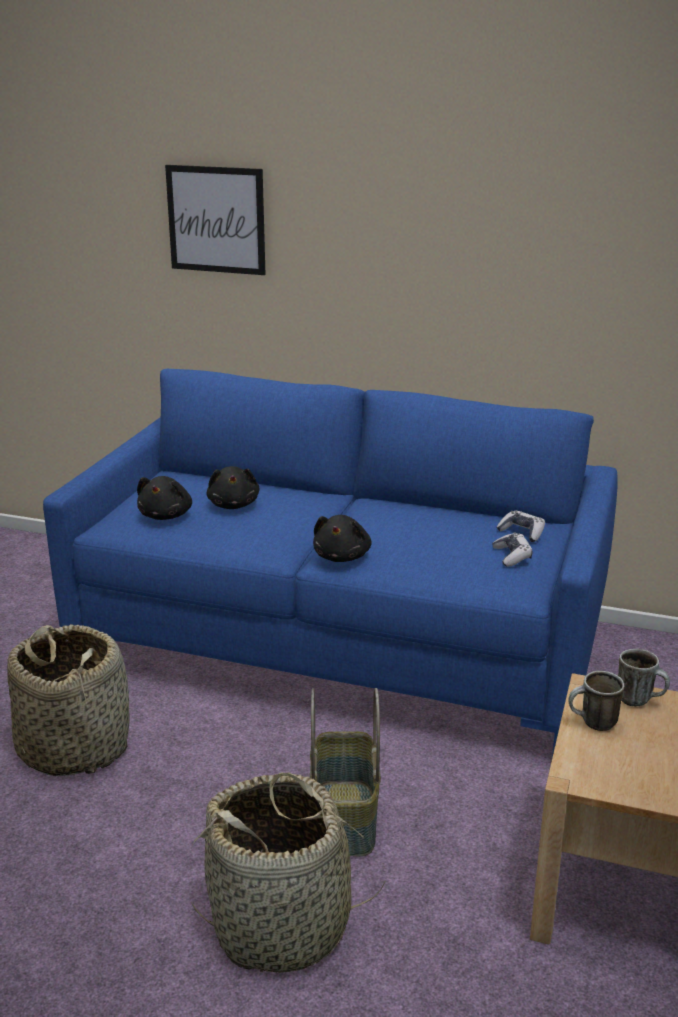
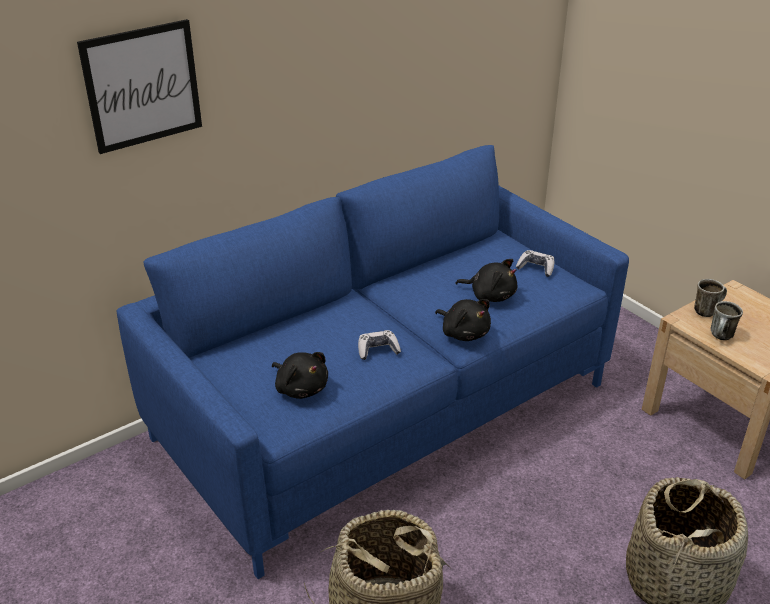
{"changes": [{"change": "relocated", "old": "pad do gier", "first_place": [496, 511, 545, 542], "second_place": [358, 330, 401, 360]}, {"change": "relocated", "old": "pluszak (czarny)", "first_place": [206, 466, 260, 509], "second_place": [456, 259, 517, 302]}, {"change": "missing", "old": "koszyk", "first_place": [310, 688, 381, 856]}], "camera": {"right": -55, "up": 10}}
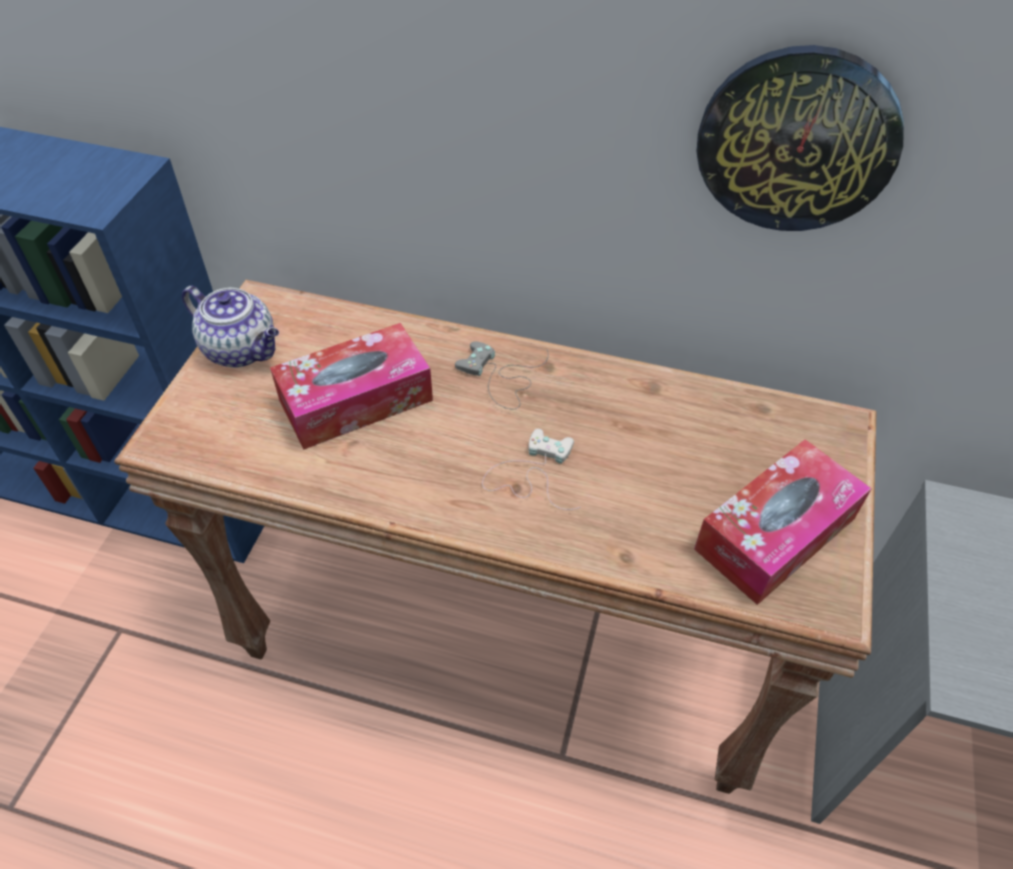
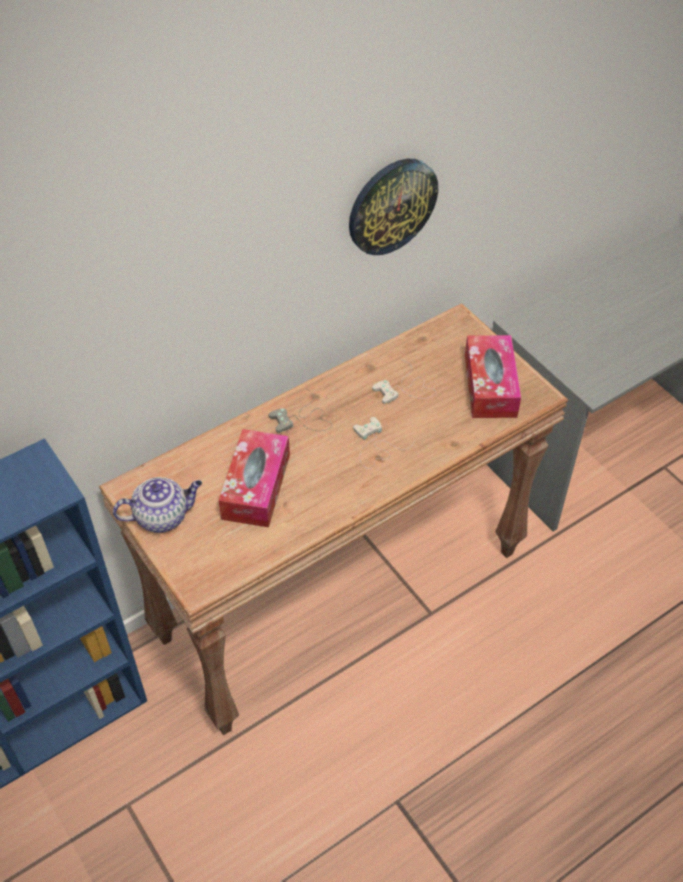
{"changes": [{"change": "appeared", "new": "pad do gier (biały)", "second_place": [372, 360, 436, 404]}], "camera": {"right": -50, "up": 0}}
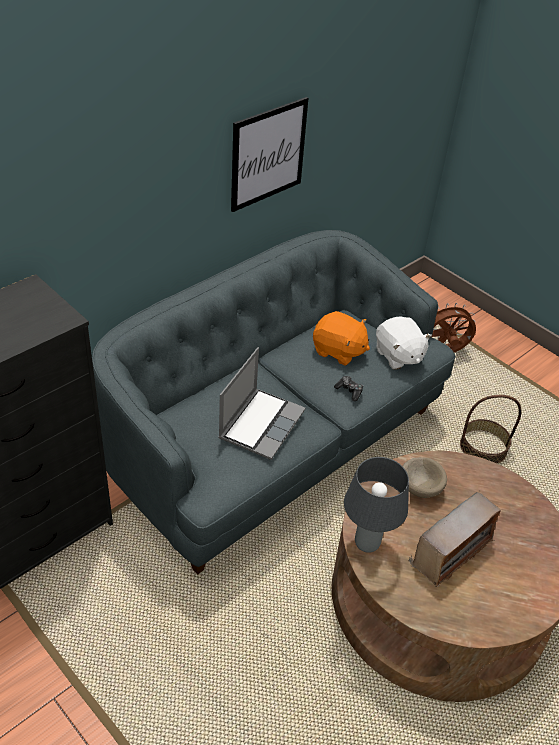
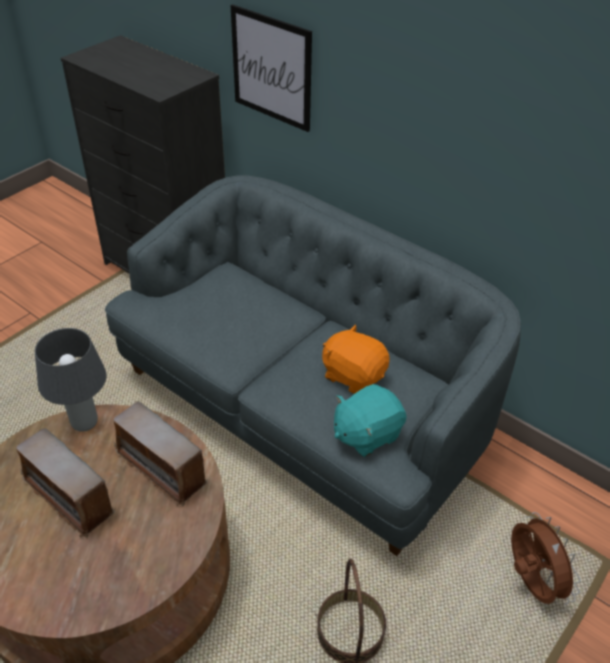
{"changes": [{"change": "exchanged", "old": "miska (beżowy)", "new": "radio", "first_place": [403, 457, 447, 498], "second_place": [114, 402, 208, 506]}, {"change": "relocated", "old": "obraz", "first_place": [231, 97, 308, 212], "second_place": [231, 4, 312, 132]}, {"change": "spun", "old": "pluszak (pomarańczowy)", "first_place": [313, 311, 370, 366], "second_place": [322, 324, 390, 394], "degrees": 105}, {"change": "colour", "old": "pluszak (biały)", "new": "pluszak (turkusowy)", "first_place": [376, 316, 432, 370], "second_place": [334, 384, 407, 457]}, {"change": "missing", "old": "laptop", "first_place": [218, 347, 305, 460]}, {"change": "missing", "old": "pad do gier", "first_place": [334, 376, 363, 401]}], "camera": {"right": 85, "up": 0}}
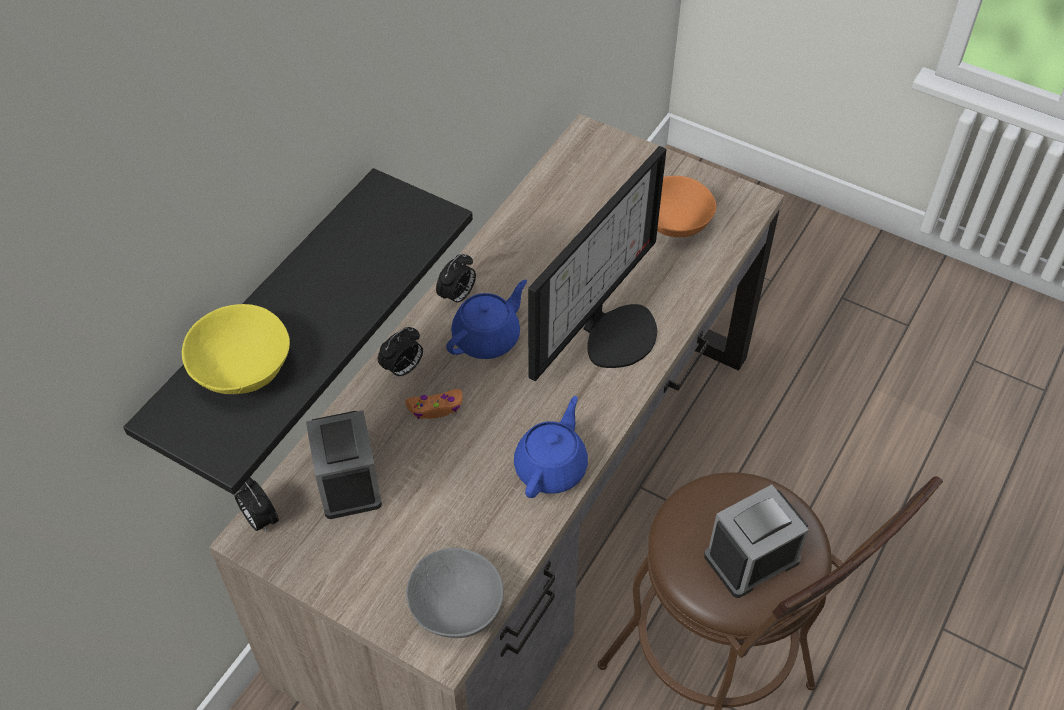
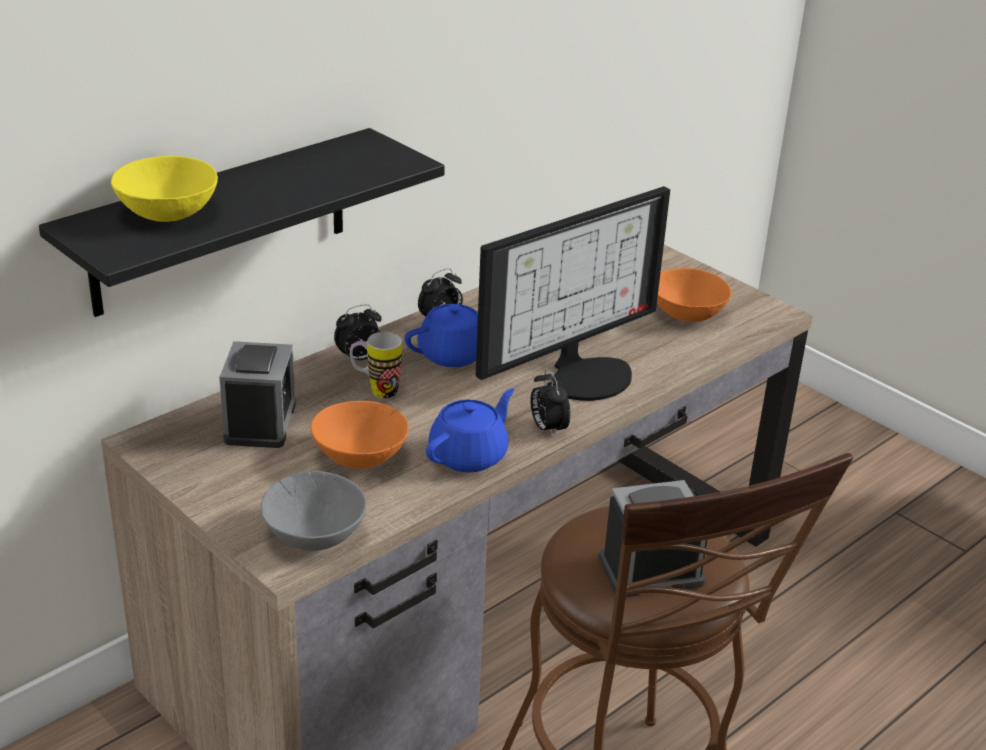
{"changes": [{"change": "appeared", "new": "miska (pomarańczowy)", "second_place": [310, 401, 408, 469]}, {"change": "exchanged", "old": "pad do gier (pomarańczowy)", "new": "kubek", "first_place": [405, 389, 463, 419], "second_place": [350, 332, 402, 398]}, {"change": "relocated", "old": "budzik", "first_place": [234, 477, 279, 533], "second_place": [530, 369, 570, 438]}], "camera": {"right": 15, "up": -20}}
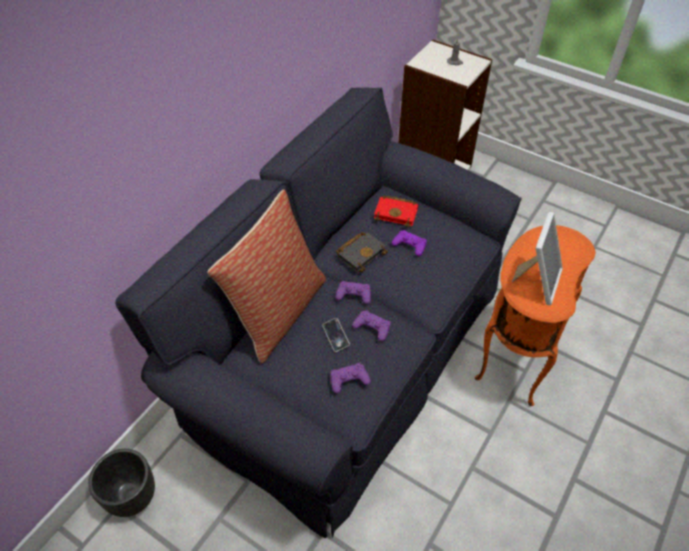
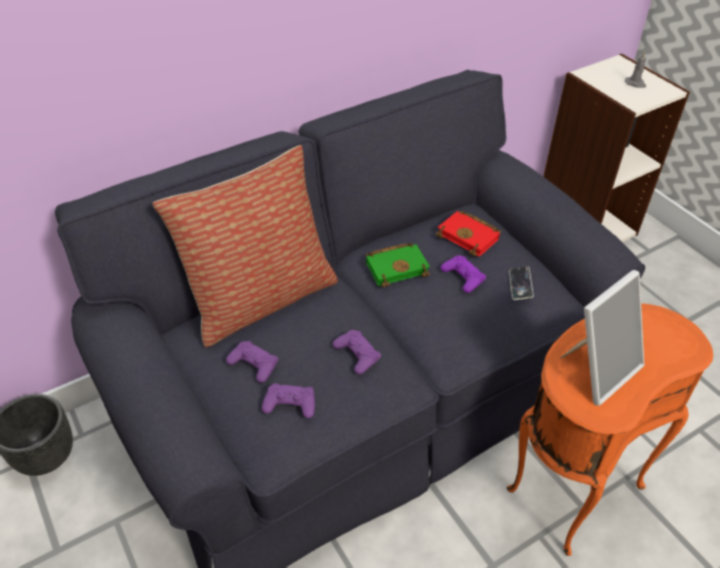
{"changes": [{"change": "relocated", "old": "pad do gier (fioletowy)", "first_place": [335, 281, 371, 304], "second_place": [226, 341, 278, 383]}, {"change": "colour", "old": "książka (czarny)", "new": "książka (zielony)", "first_place": [336, 232, 388, 272], "second_place": [366, 243, 430, 287]}, {"change": "relocated", "old": "telefon", "first_place": [323, 318, 350, 352], "second_place": [509, 266, 534, 300]}], "camera": {"right": 25, "up": -5}}
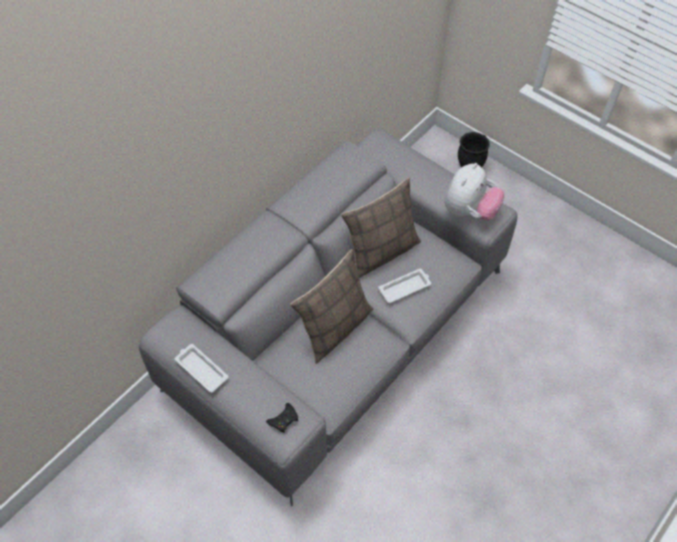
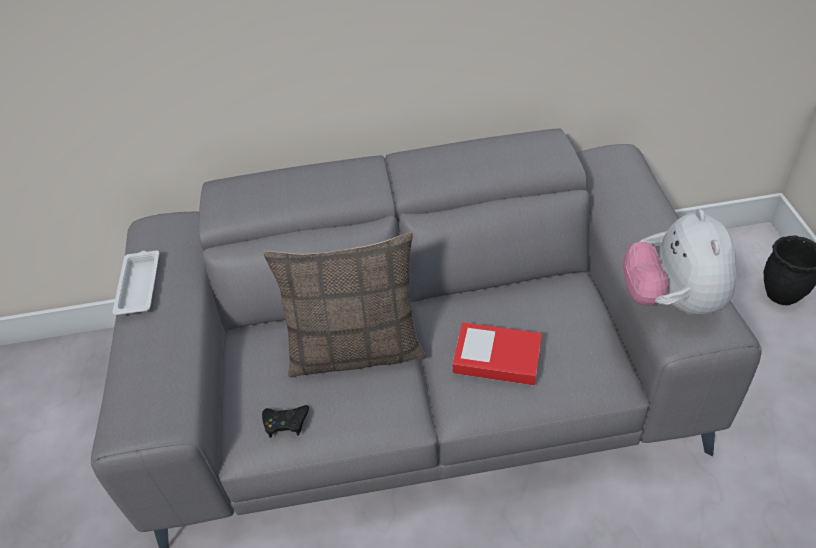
{"changes": [{"change": "relocated", "old": "pad do gier (czarny)", "first_place": [266, 403, 298, 433], "second_place": [262, 405, 309, 438]}, {"change": "exchanged", "old": "taca (biały)", "new": "książka", "first_place": [378, 269, 431, 303], "second_place": [453, 322, 542, 386]}, {"change": "spun", "old": "pluszak", "first_place": [444, 163, 504, 221], "second_place": [622, 209, 737, 315], "degrees": 105}, {"change": "missing", "old": "poduszka", "first_place": [341, 178, 421, 278]}], "camera": {"right": 45, "up": -10}}
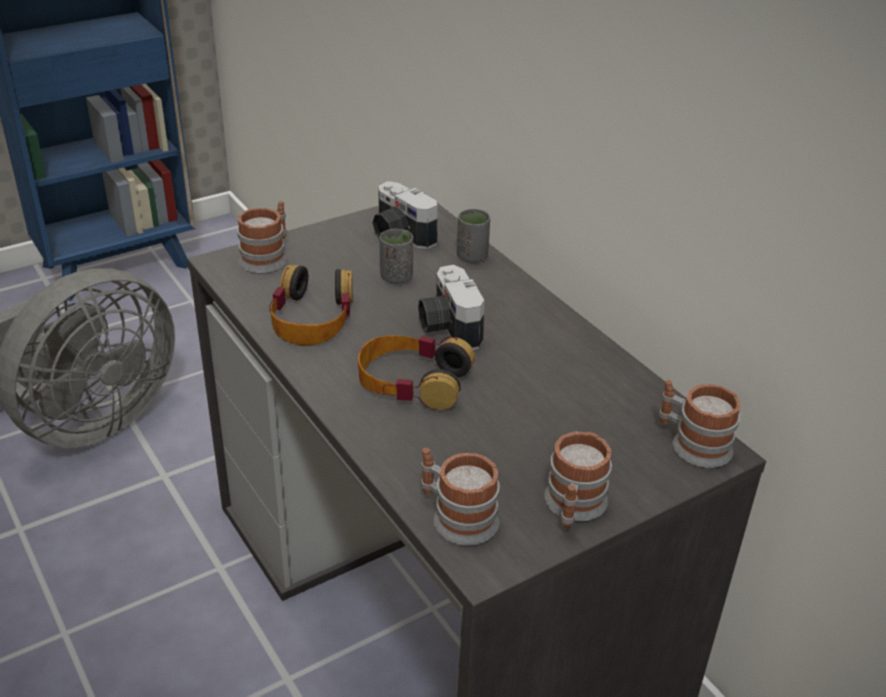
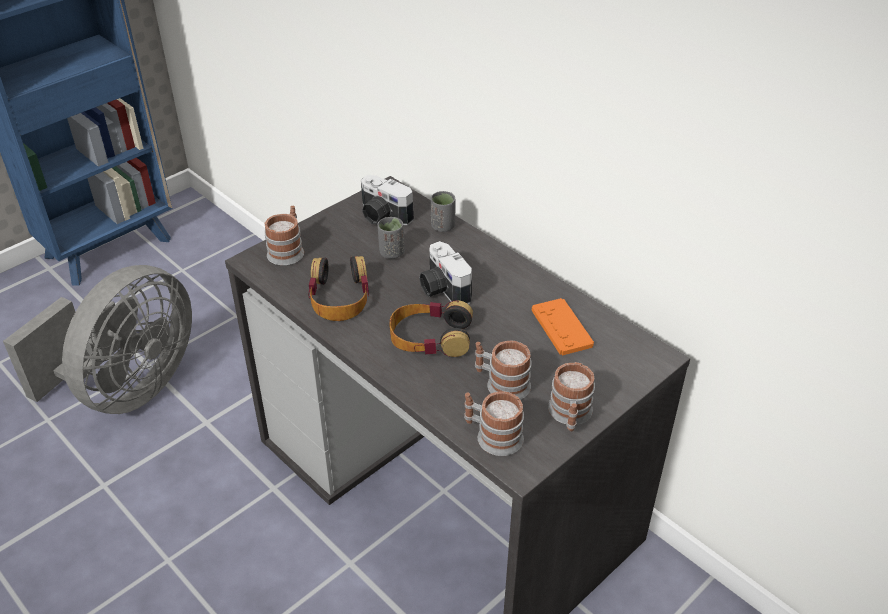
{"changes": [{"change": "relocated", "old": "kubek", "first_place": [659, 380, 741, 468], "second_place": [475, 341, 532, 400]}, {"change": "appeared", "new": "pad do gier (pomarańczowy)", "second_place": [532, 298, 594, 355]}], "camera": {"right": -10, "up": 5}}
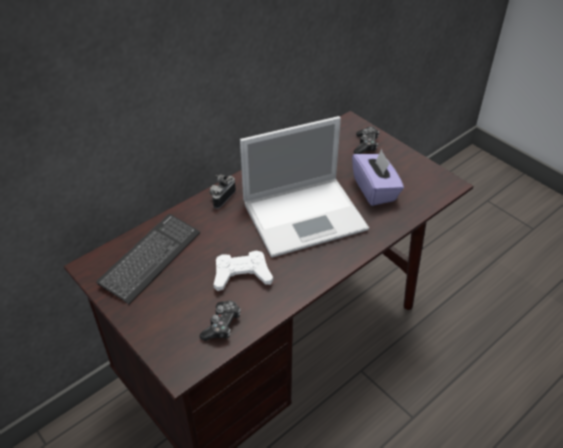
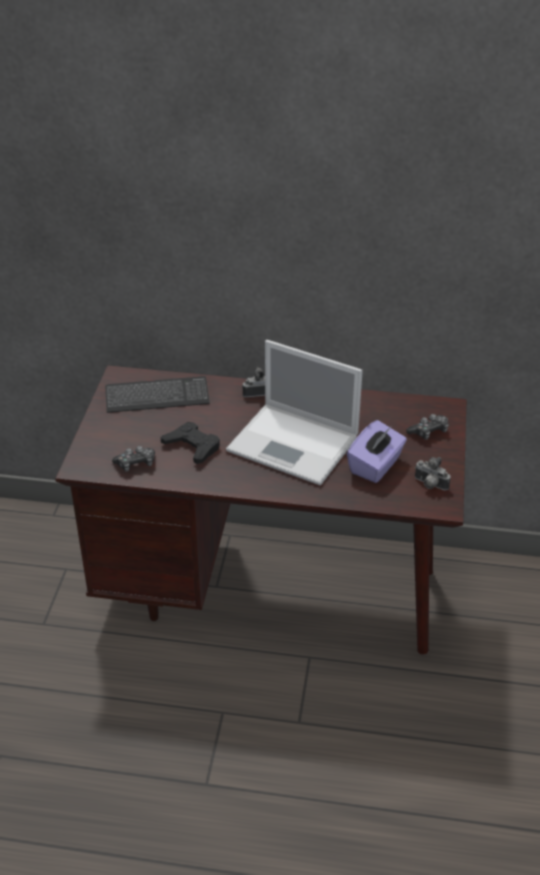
{"changes": [{"change": "colour", "old": "pad do gier (biały)", "new": "pad do gier (czarny)", "first_place": [214, 251, 273, 291], "second_place": [161, 422, 220, 464]}, {"change": "appeared", "new": "aparat fotograficzny", "second_place": [415, 457, 451, 491]}], "camera": {"right": 50, "up": -5}}
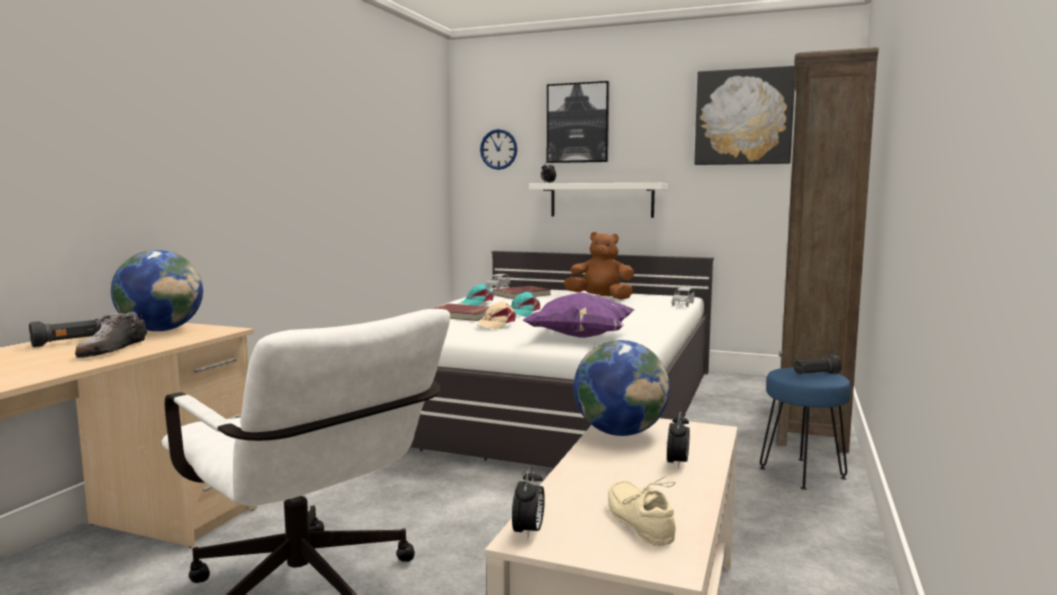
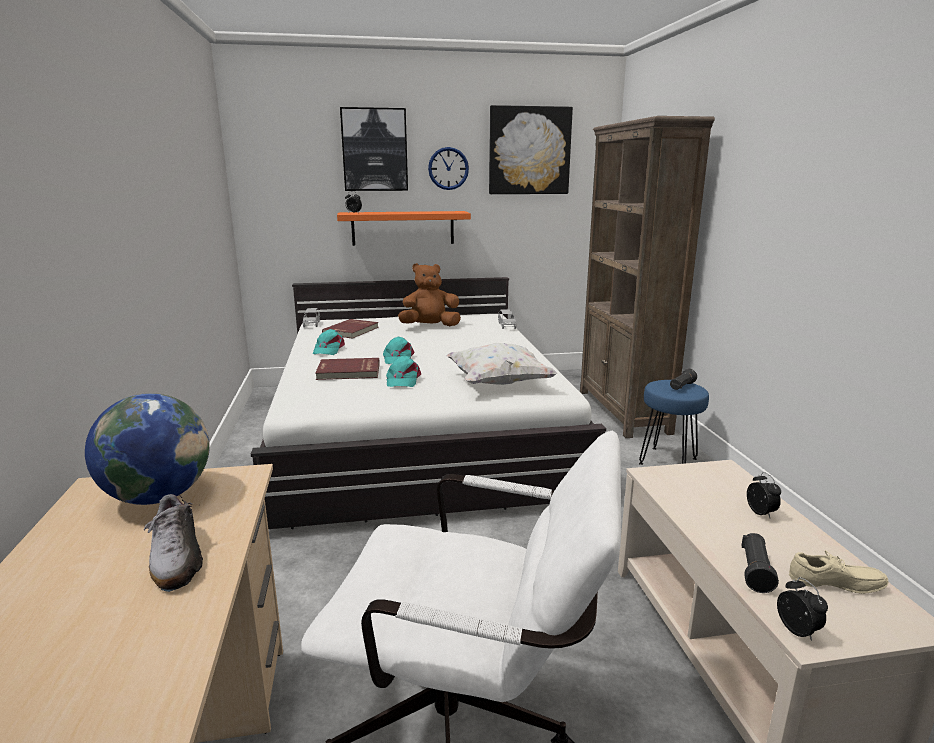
{"changes": [{"change": "colour", "old": "półka (biały)", "new": "półka (pomarańczowy)", "first_place": [529, 183, 668, 218], "second_place": [337, 211, 471, 246]}, {"change": "colour", "old": "czapka z daszkiem (beżowy)", "new": "czapka z daszkiem (turkusowy)", "first_place": [475, 301, 516, 329], "second_place": [386, 356, 421, 387]}, {"change": "relocated", "old": "zegar ścienny", "first_place": [480, 129, 517, 170], "second_place": [428, 147, 469, 190]}, {"change": "colour", "old": "poduszka (fioletowy)", "new": "poduszka (biały)", "first_place": [523, 292, 634, 338], "second_place": [446, 343, 558, 385]}, {"change": "relocated", "old": "latarka (czarny)", "first_place": [29, 319, 101, 347], "second_place": [741, 533, 779, 593]}, {"change": "spun", "old": "but (beżowy)", "first_place": [608, 473, 676, 546], "second_place": [789, 550, 889, 594], "degrees": 150}, {"change": "missing", "old": "globus", "first_place": [574, 340, 670, 436]}], "camera": {"right": -30, "up": 10}}
